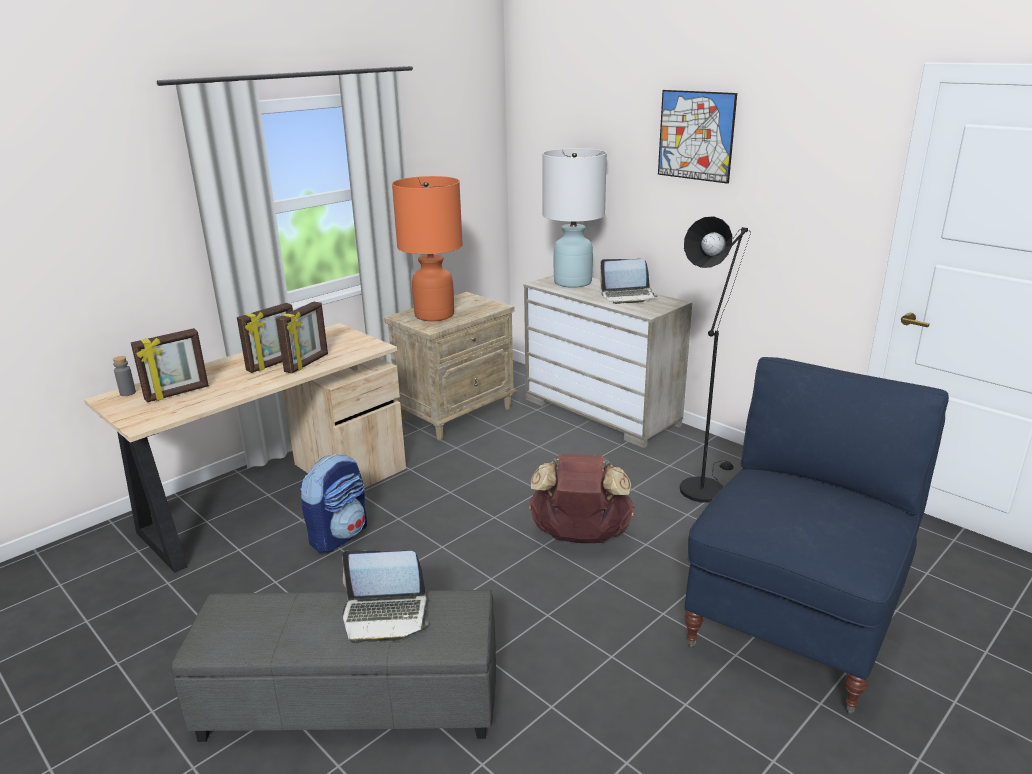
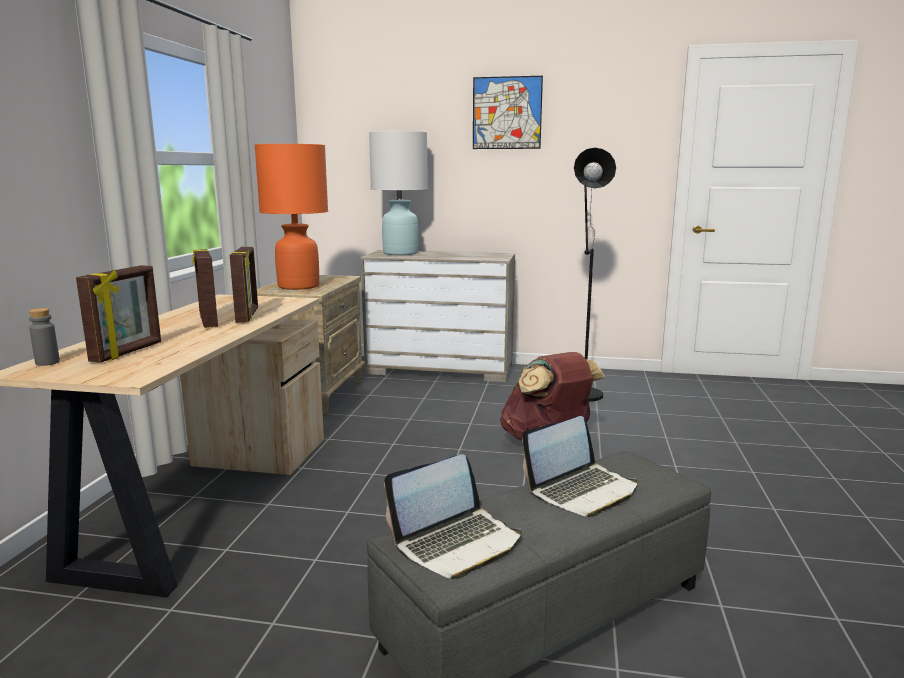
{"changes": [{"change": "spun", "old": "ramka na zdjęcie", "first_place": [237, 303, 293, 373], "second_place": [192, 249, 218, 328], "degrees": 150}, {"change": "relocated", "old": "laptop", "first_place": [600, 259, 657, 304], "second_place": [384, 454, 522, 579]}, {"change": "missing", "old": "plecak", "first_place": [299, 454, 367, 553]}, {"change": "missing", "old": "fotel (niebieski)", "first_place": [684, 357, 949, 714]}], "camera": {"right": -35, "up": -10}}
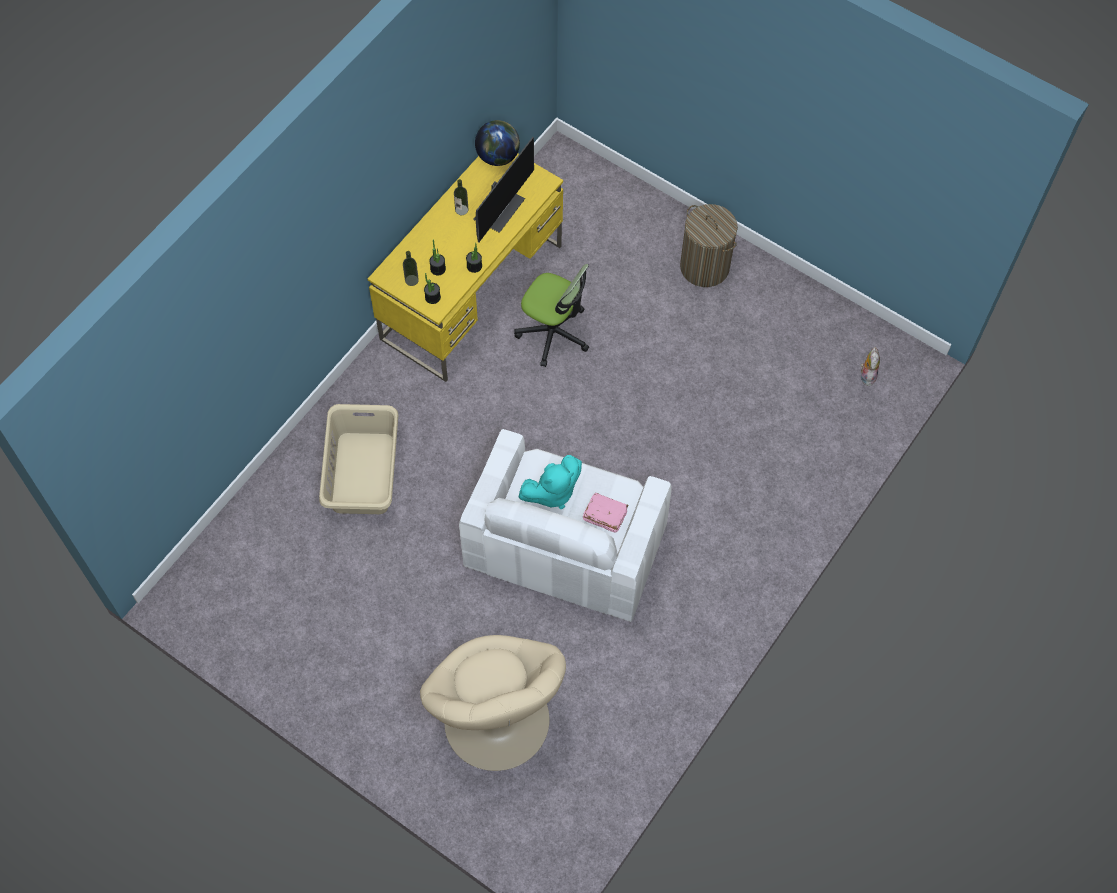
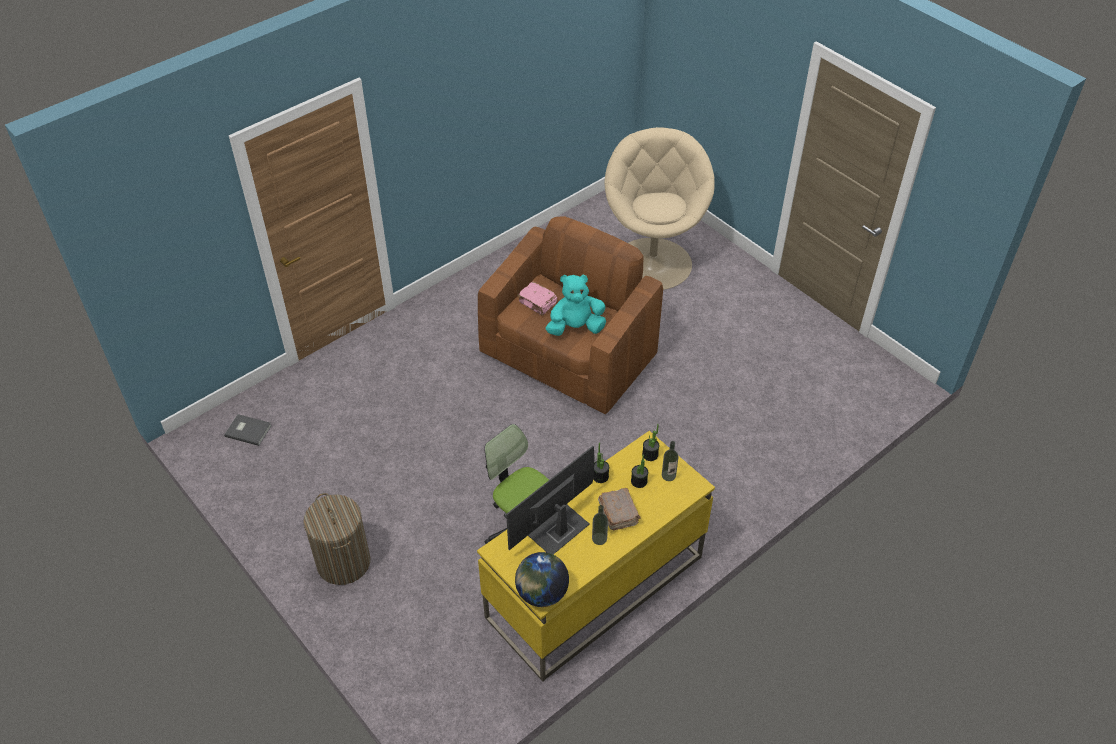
{"changes": [{"change": "exchanged", "old": "pluszak", "new": "książka (szary)", "first_place": [860, 347, 880, 386], "second_place": [224, 414, 272, 446]}, {"change": "colour", "old": "fotel (biały)", "new": "fotel (brązowy)", "first_place": [459, 429, 672, 622], "second_place": [478, 216, 663, 414]}, {"change": "appeared", "new": "książka (brązowy)", "second_place": [598, 488, 641, 530]}, {"change": "missing", "old": "kosz na pranie (beżowy)", "first_place": [319, 404, 398, 514]}], "camera": {"right": -165, "up": -15}}
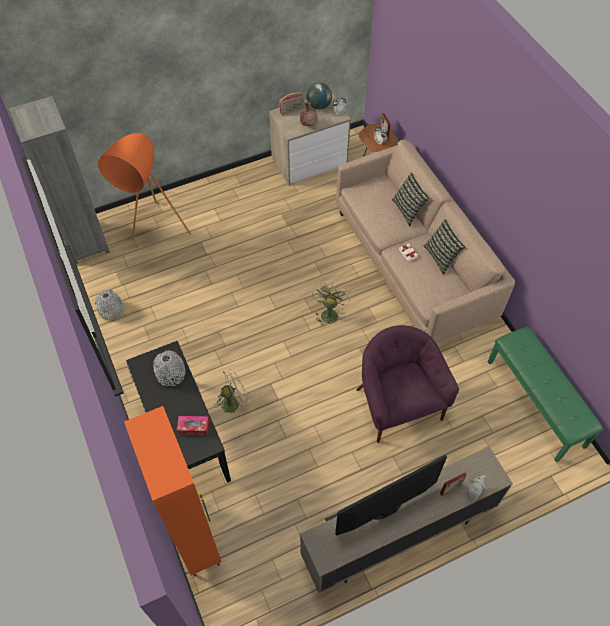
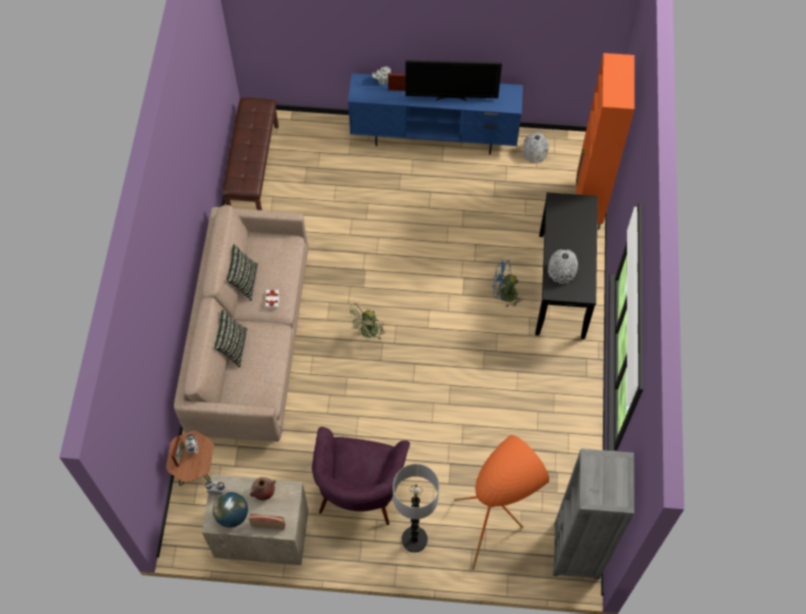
{"changes": [{"change": "colour", "old": "ławka (zielony)", "new": "ławka (brązowy)", "first_place": [488, 327, 603, 462], "second_place": [222, 98, 279, 210]}, {"change": "relocated", "old": "fotel (fioletowy)", "first_place": [356, 325, 459, 443], "second_place": [312, 427, 410, 525]}, {"change": "colour", "old": "szafka pod telewizor (beżowy)", "new": "szafka pod telewizor (niebieski)", "first_place": [300, 447, 513, 593], "second_place": [348, 73, 523, 154]}, {"change": "appeared", "new": "lampa stojąca", "second_place": [393, 464, 439, 553]}, {"change": "colour", "old": "wentylator (beżowy)", "new": "wentylator (niebieski)", "first_place": [214, 368, 249, 415], "second_place": [493, 260, 523, 308]}, {"change": "relocated", "old": "wazon (szary)", "first_place": [95, 290, 124, 321], "second_place": [523, 132, 549, 164]}, {"change": "missing", "old": "pudełko chusteczek", "first_place": [177, 416, 209, 435]}], "camera": {"right": -150, "up": 5}}
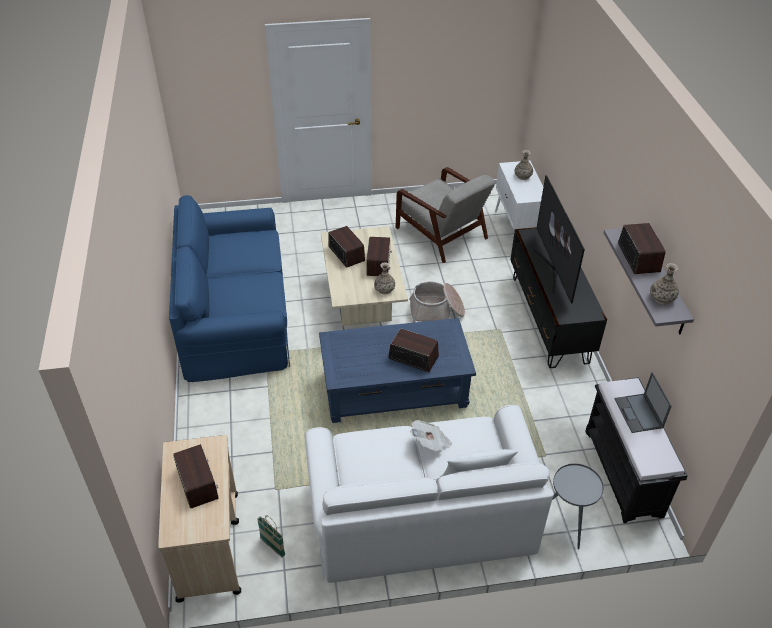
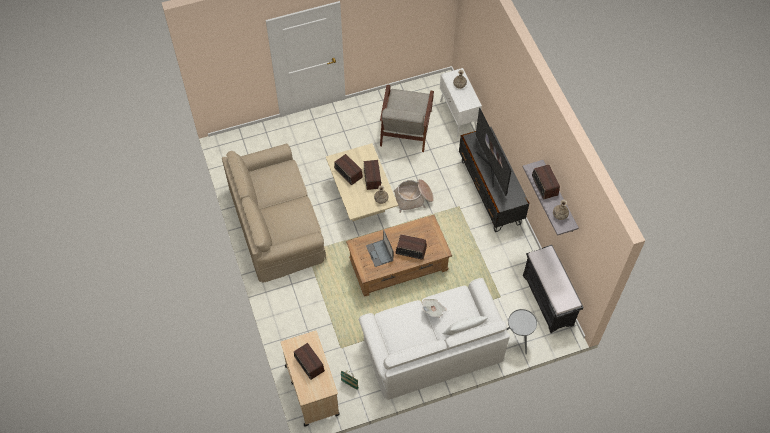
{"changes": [{"change": "colour", "old": "kanapa (niebieski)", "new": "kanapa (beżowy)", "first_place": [169, 195, 290, 382], "second_place": [222, 143, 326, 283]}, {"change": "colour", "old": "ława (niebieski)", "new": "ława (brązowy)", "first_place": [319, 318, 476, 423], "second_place": [346, 215, 452, 297]}, {"change": "relocated", "old": "laptop", "first_place": [614, 372, 672, 433], "second_place": [366, 230, 393, 267]}, {"change": "spun", "old": "fotel (szary)", "first_place": [396, 167, 495, 263], "second_place": [380, 85, 434, 152], "degrees": 60}], "camera": {"right": -10, "up": 15}}
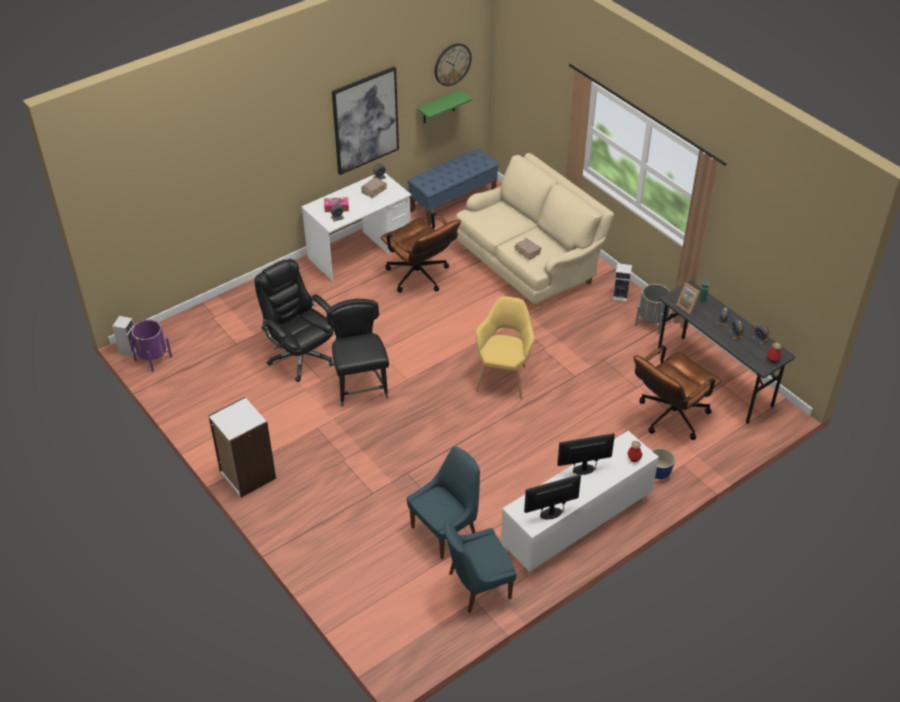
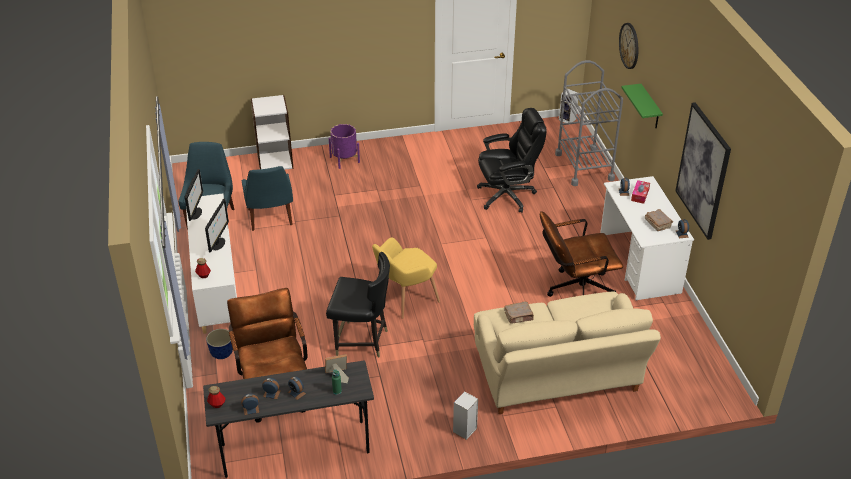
{"changes": [{"change": "relocated", "old": "regał (biały)", "first_place": [208, 397, 276, 498], "second_place": [251, 95, 293, 170]}, {"change": "relocated", "old": "krzesło (czarny)", "first_place": [327, 299, 389, 407], "second_place": [326, 252, 390, 357]}, {"change": "relocated", "old": "donica (fioletowy)", "first_place": [130, 320, 172, 372], "second_place": [329, 124, 360, 169]}, {"change": "spun", "old": "fotel (żółty)", "first_place": [476, 296, 535, 399], "second_place": [372, 237, 440, 319], "degrees": 105}, {"change": "appeared", "new": "wózek (szary)", "second_place": [555, 60, 623, 186]}, {"change": "relocated", "old": "zegar ścienny", "first_place": [435, 43, 472, 86], "second_place": [619, 23, 638, 69]}, {"change": "relocated", "old": "półka (zielony)", "first_place": [417, 90, 472, 123], "second_place": [621, 84, 663, 128]}, {"change": "missing", "old": "ławka (niebieski)", "first_place": [408, 149, 499, 226]}, {"change": "missing", "old": "donica (szary)", "first_place": [635, 284, 670, 334]}], "camera": {"right": 115, "up": -5}}
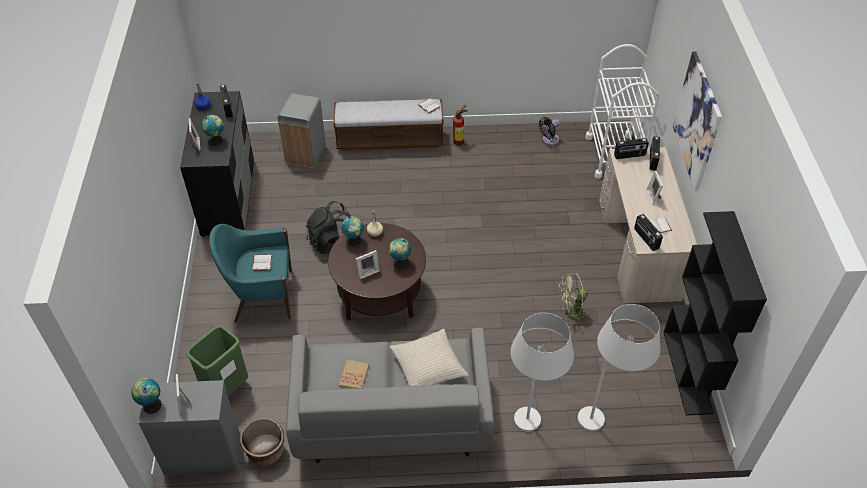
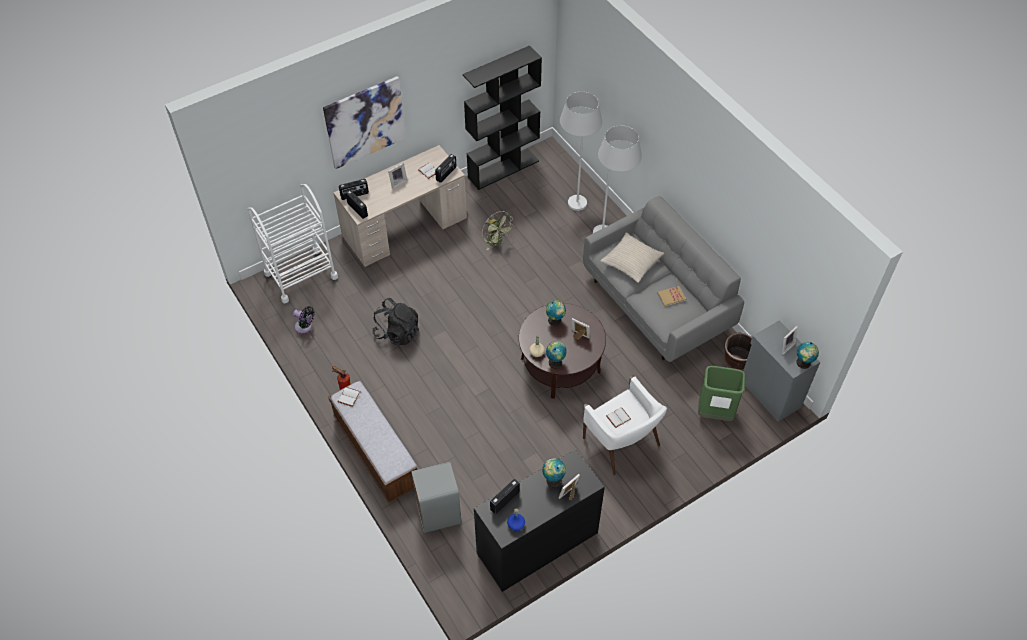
{"changes": [{"change": "relocated", "old": "plecak (czarny)", "first_place": [306, 201, 351, 254], "second_place": [372, 298, 419, 345]}, {"change": "colour", "old": "fotel (turkusowy)", "new": "fotel (biały)", "first_place": [209, 224, 292, 323], "second_place": [583, 376, 667, 475]}], "camera": {"right": -120, "up": 5}}
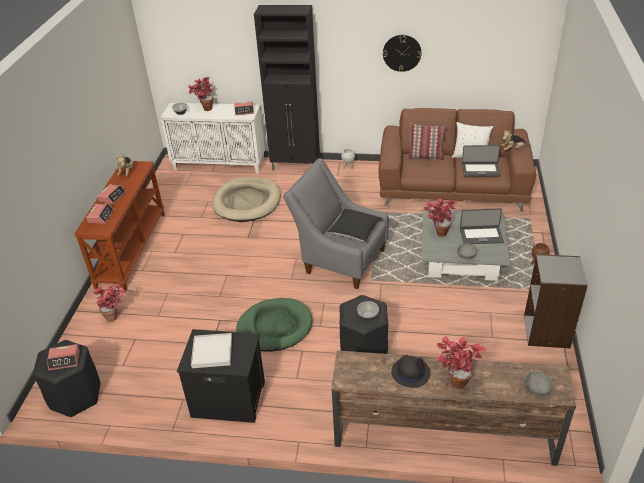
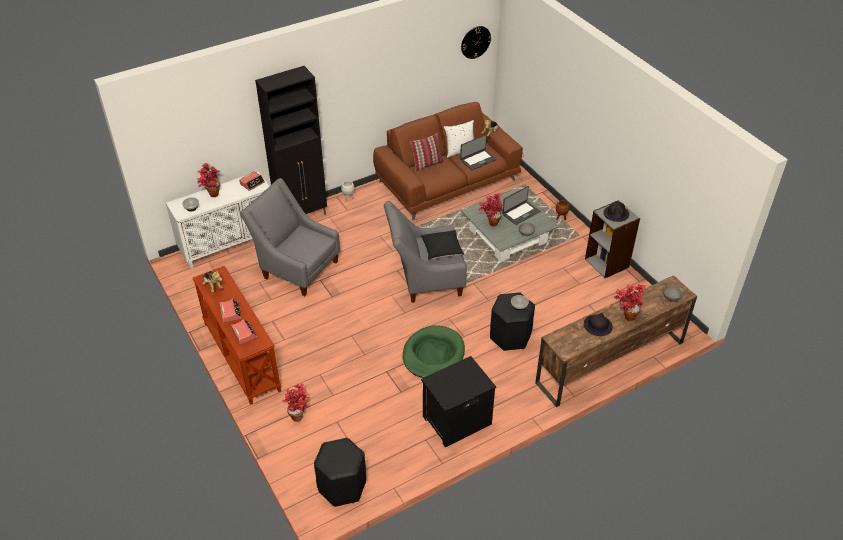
{"changes": [{"change": "exchanged", "old": "legowisko (beżowy)", "new": "fotel (szary)", "first_place": [212, 177, 280, 222], "second_place": [240, 178, 340, 296]}, {"change": "relocated", "old": "zegar ścienny", "first_place": [383, 35, 421, 72], "second_place": [461, 26, 491, 59]}, {"change": "appeared", "new": "kapelusz (czarny)", "second_place": [604, 202, 629, 222]}, {"change": "missing", "old": "budzik", "first_place": [47, 344, 80, 370]}, {"change": "missing", "old": "taca (biały)", "first_place": [191, 333, 232, 368]}], "camera": {"right": -40, "up": 5}}
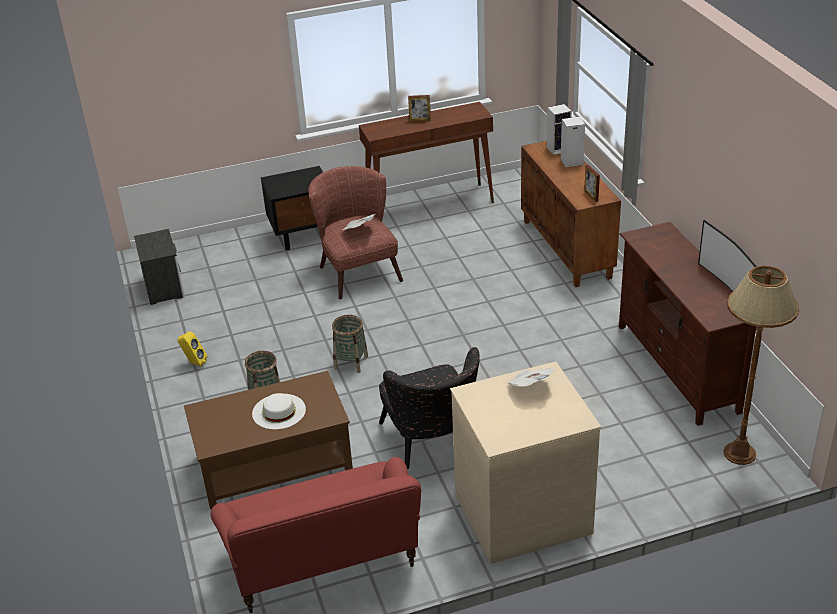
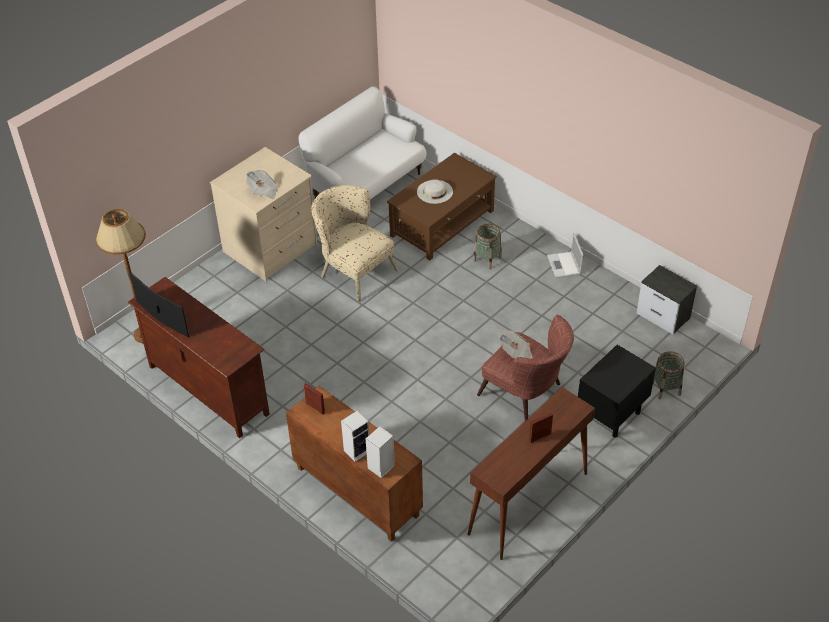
{"changes": [{"change": "colour", "old": "kanapa (czerwony)", "new": "kanapa (biały)", "first_place": [211, 457, 421, 613], "second_place": [298, 86, 427, 199]}, {"change": "colour", "old": "fotel (czarny)", "new": "fotel (beżowy)", "first_place": [379, 347, 480, 469], "second_place": [311, 185, 398, 302]}, {"change": "exchanged", "old": "głośnik (żółty)", "new": "laptop", "first_place": [177, 331, 207, 367], "second_place": [547, 233, 584, 278]}, {"change": "relocated", "old": "koszyk", "first_place": [332, 315, 368, 373], "second_place": [653, 351, 685, 400]}], "camera": {"right": 150, "up": 10}}
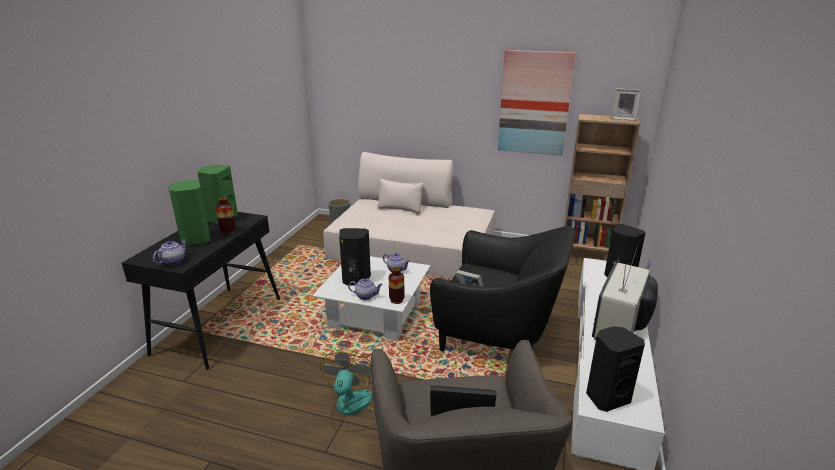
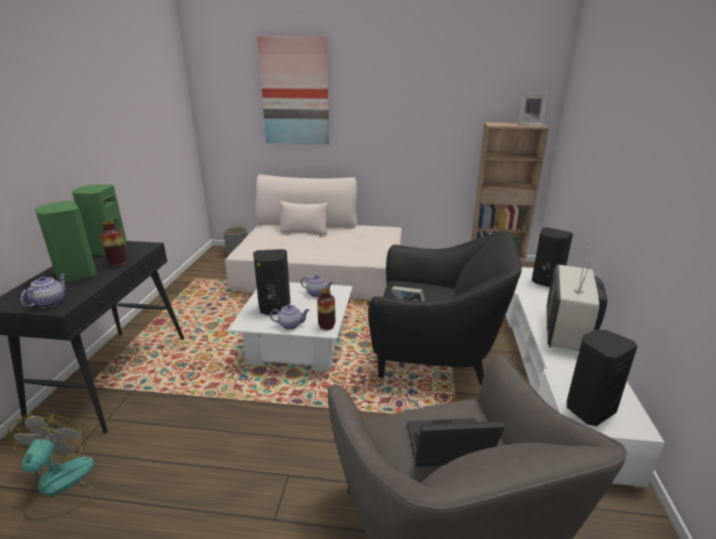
{"changes": [{"change": "relocated", "old": "wentylator", "first_place": [320, 349, 377, 432], "second_place": [8, 413, 96, 520]}, {"change": "relocated", "old": "obraz", "first_place": [498, 50, 576, 156], "second_place": [257, 36, 329, 144]}], "camera": {"right": -10, "up": 0}}
